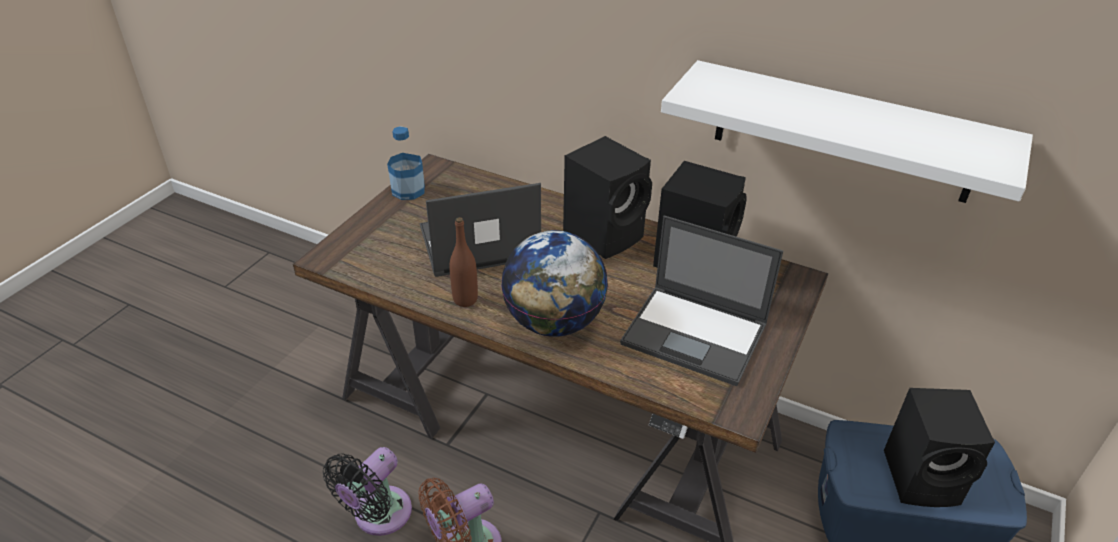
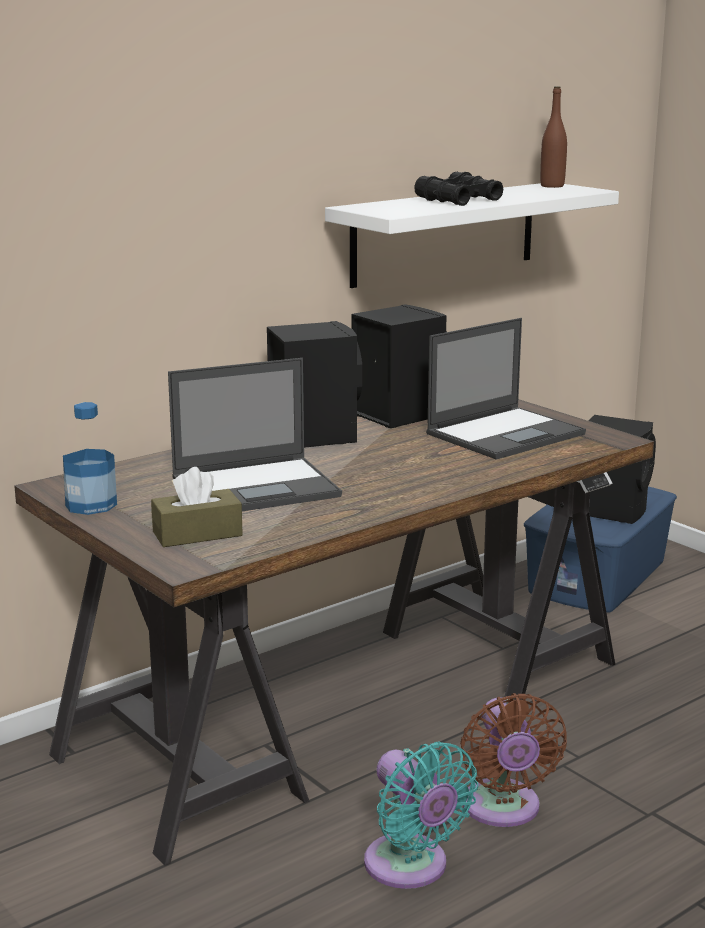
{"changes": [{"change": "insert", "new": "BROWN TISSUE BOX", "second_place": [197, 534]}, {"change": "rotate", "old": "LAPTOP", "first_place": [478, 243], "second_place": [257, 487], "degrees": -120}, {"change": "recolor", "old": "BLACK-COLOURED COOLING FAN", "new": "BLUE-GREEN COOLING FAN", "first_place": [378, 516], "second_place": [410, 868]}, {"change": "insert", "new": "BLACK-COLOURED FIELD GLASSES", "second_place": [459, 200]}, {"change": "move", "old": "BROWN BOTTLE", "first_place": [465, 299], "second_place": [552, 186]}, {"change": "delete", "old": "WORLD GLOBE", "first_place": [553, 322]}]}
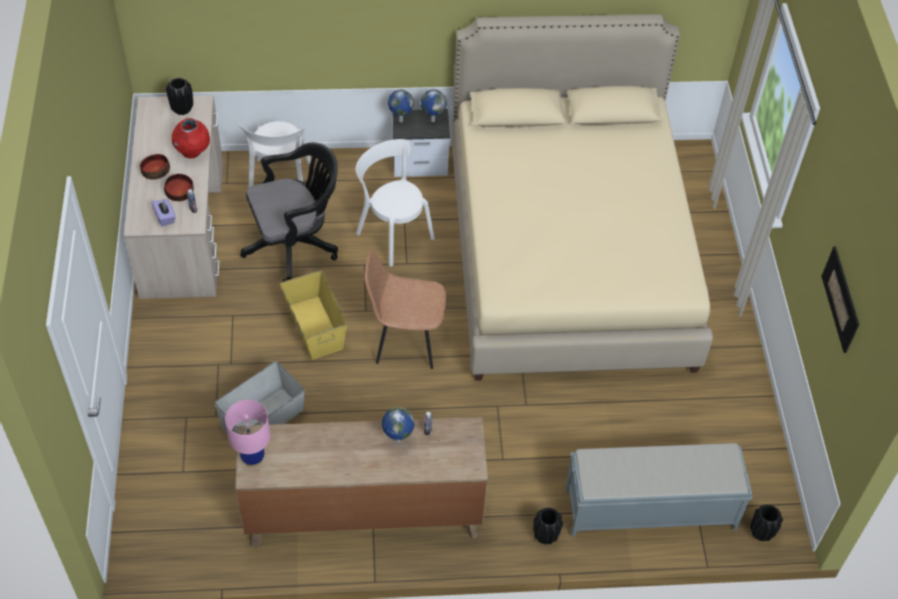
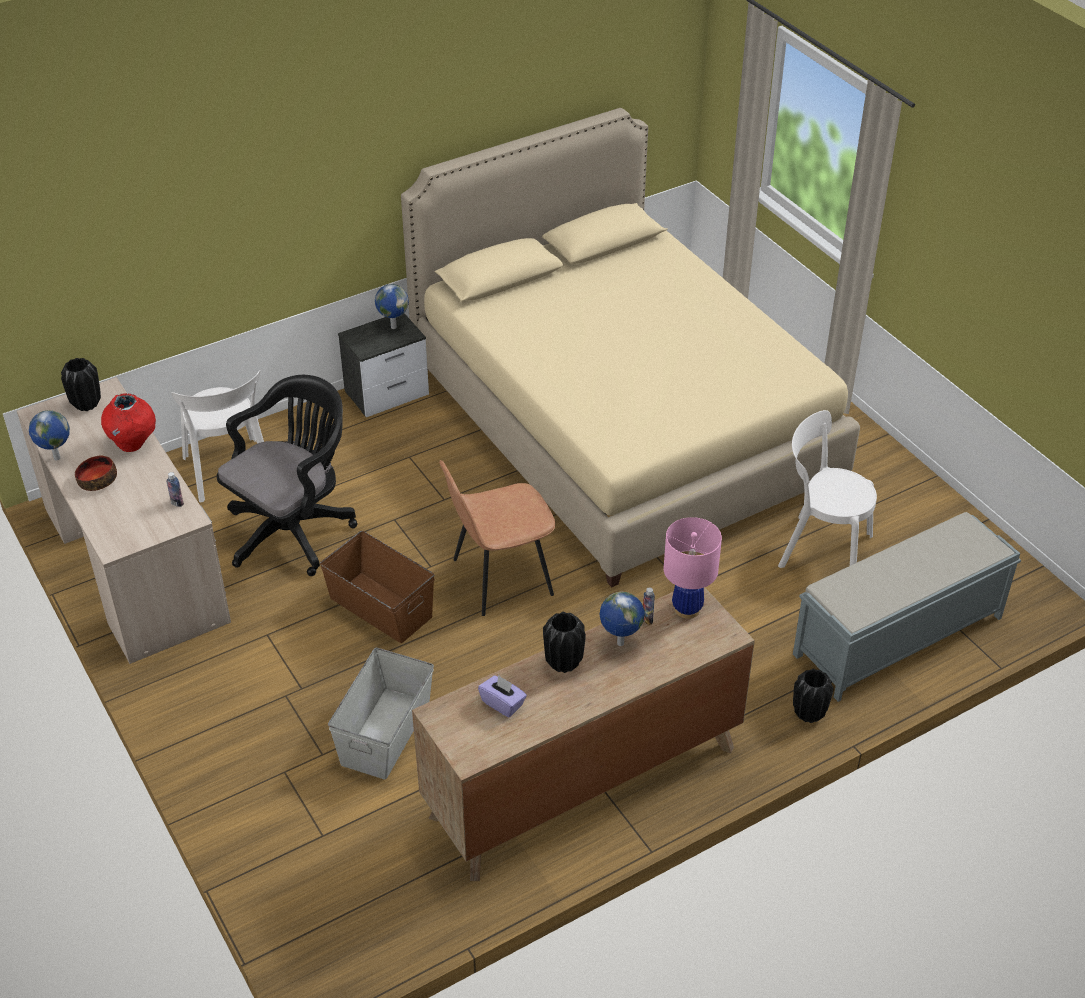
{"changes": [{"change": "move", "old": "WORLD GLOBE", "first_place": [400, 120], "second_place": [56, 458]}, {"change": "recolor", "old": "YELLOWISH STORAGE CONTAINER", "new": "BROWN STORAGE CONTAINER", "first_place": [315, 326], "second_place": [380, 606]}, {"change": "move", "old": "PURPLE-COLOURED TISSUE BOX", "first_place": [165, 217], "second_place": [502, 703]}, {"change": "move", "old": "BLACK-COLOURED DECORATIVE VASE", "first_place": [760, 532], "second_place": [563, 663]}, {"change": "move", "old": "PINK LAMP FOR A TABLE", "first_place": [253, 458], "second_place": [687, 609]}, {"change": "move", "old": "WHITISH PLAIN CHAIR", "first_place": [393, 233], "second_place": [820, 549]}, {"change": "delete", "old": "DEEP DISH", "first_place": [179, 192]}, {"change": "delete", "old": "PICTURE", "first_place": [840, 299]}]}
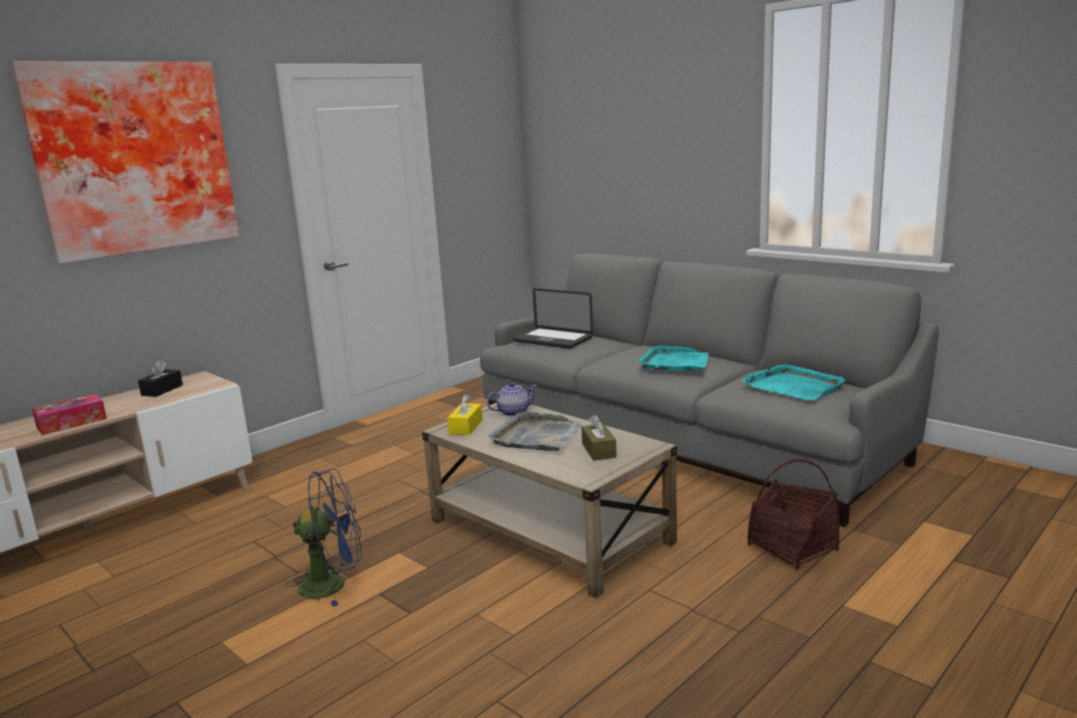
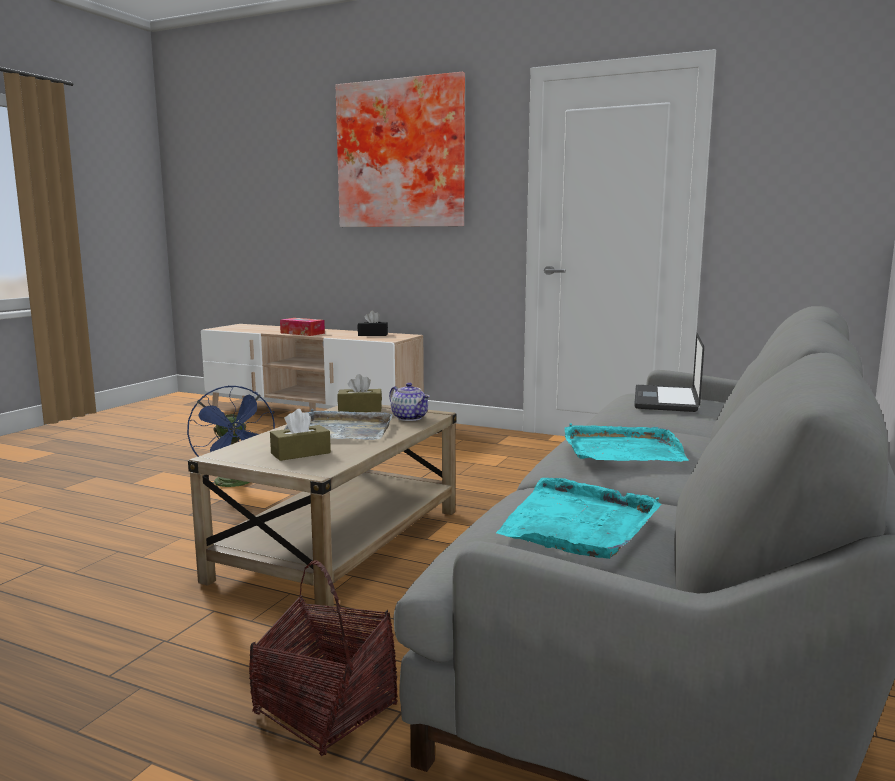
{"changes": [{"change": "recolor", "old": "YELLOWISH TISSUE BOX", "new": "BROWN TISSUE BOX", "first_place": [466, 427], "second_place": [360, 409]}]}
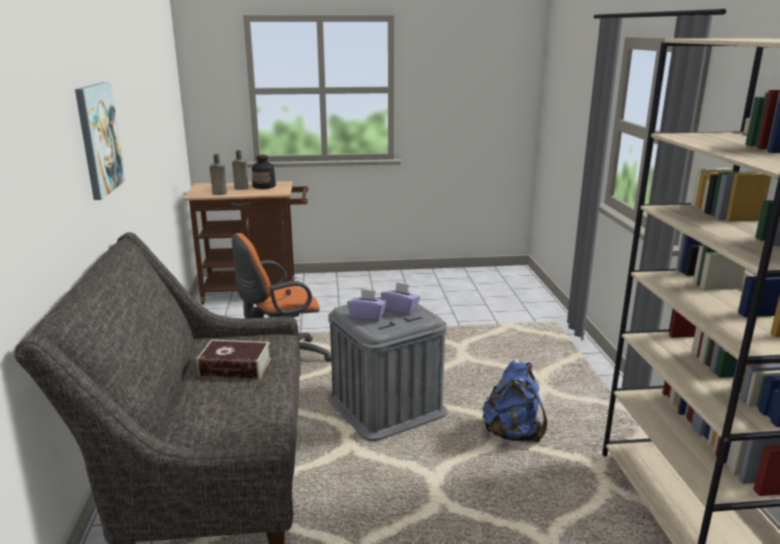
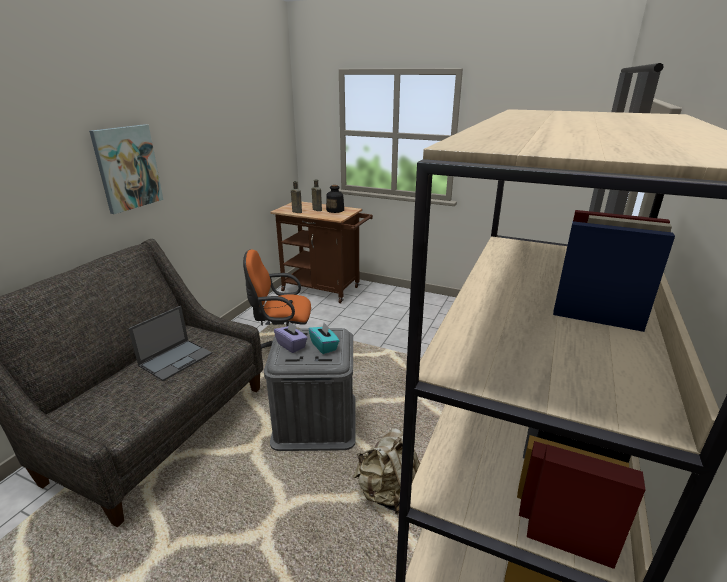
{"changes": [{"change": "replace", "old": "BOOK", "new": "LAPTOP", "first_place": [235, 367], "second_place": [176, 359]}, {"change": "recolor", "old": "PURPLE-COLOURED TISSUE BOX", "new": "BLUE-GREEN TISSUE BOX", "first_place": [400, 309], "second_place": [324, 346]}, {"change": "recolor", "old": "BLUISH KNAPSACK", "new": "BEIGE-COLOURED KNAPSACK", "first_place": [512, 433], "second_place": [388, 492]}]}
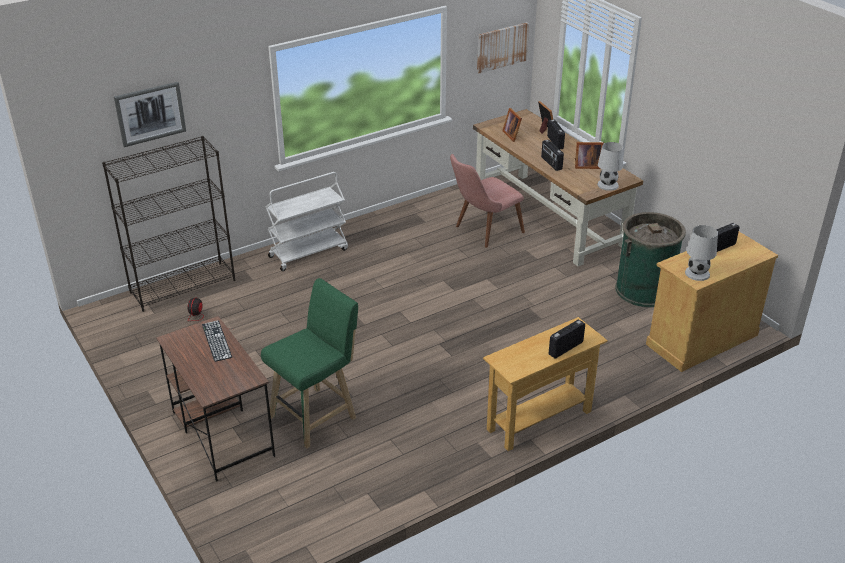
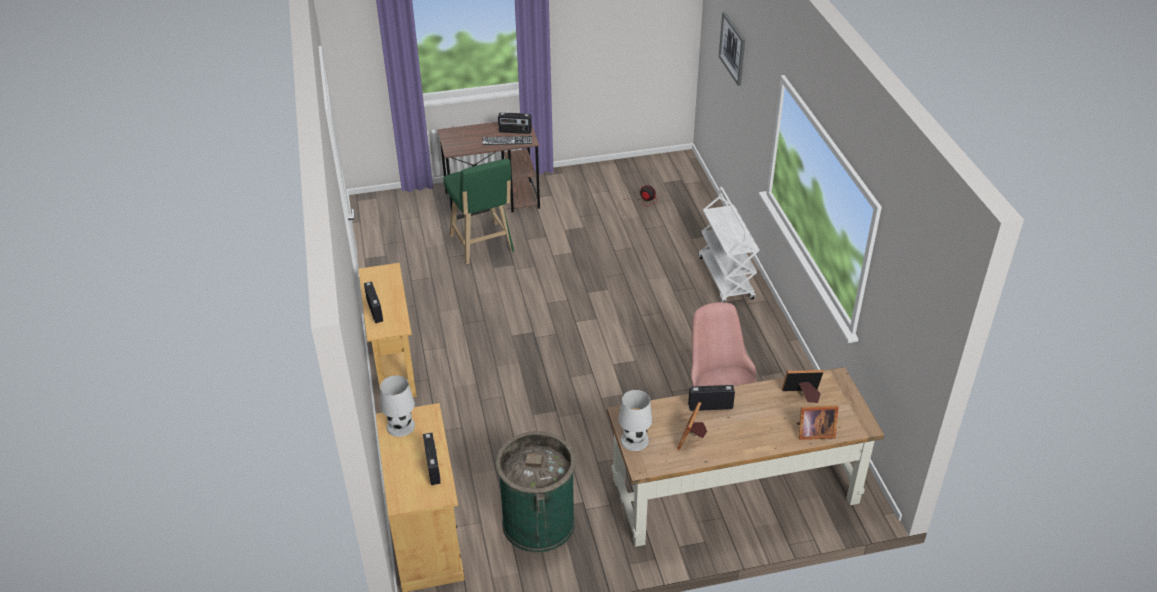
{"changes": [{"change": "move", "old": "RADIO RECEIVER", "first_place": [555, 142], "second_place": [515, 131]}, {"change": "delete", "old": "BLACK-COLOURED SHELVING UNIT", "first_place": [183, 286]}, {"change": "delete", "old": "PICTURE", "first_place": [502, 47]}]}
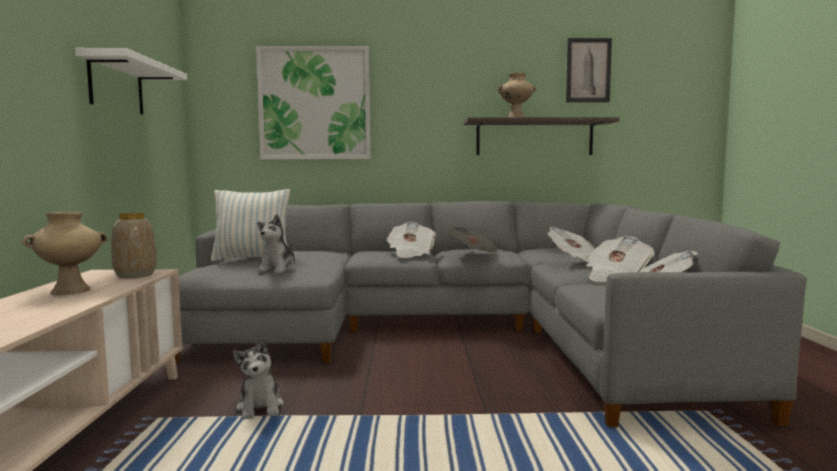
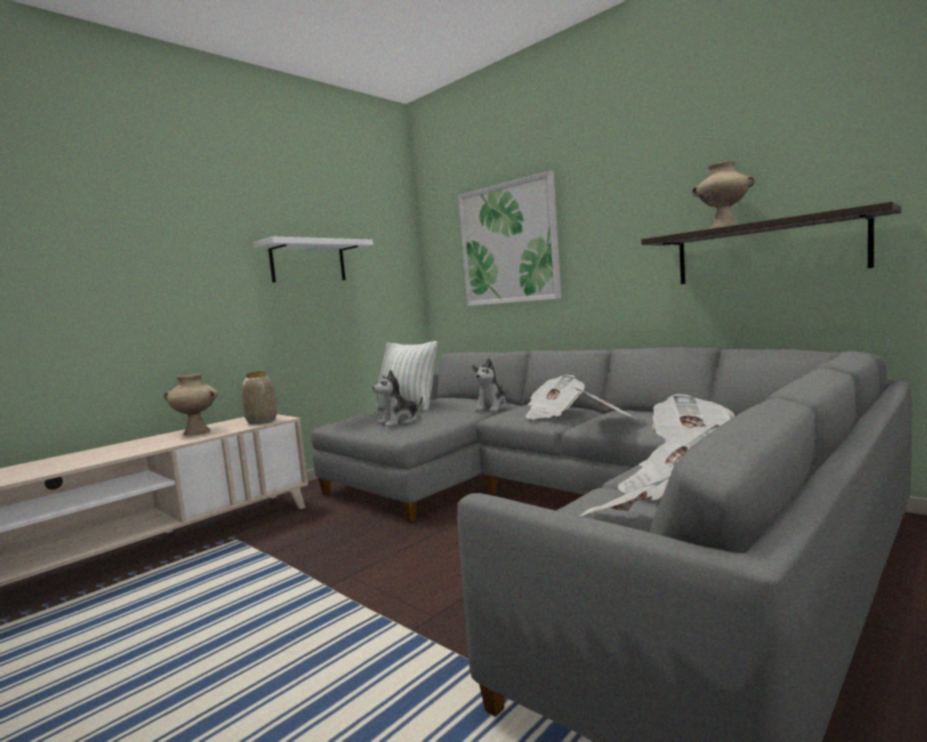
{"changes": [{"change": "move", "old": "CUDDLY TOY", "first_place": [260, 407], "second_place": [492, 408]}, {"change": "delete", "old": "PICTURE", "first_place": [588, 70]}]}
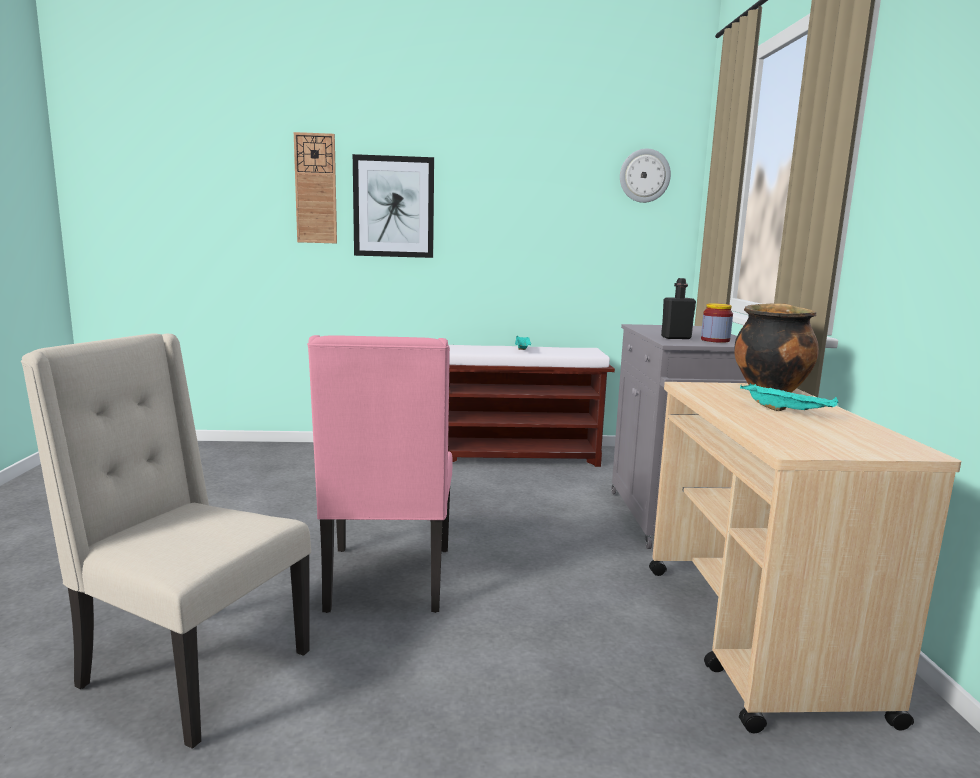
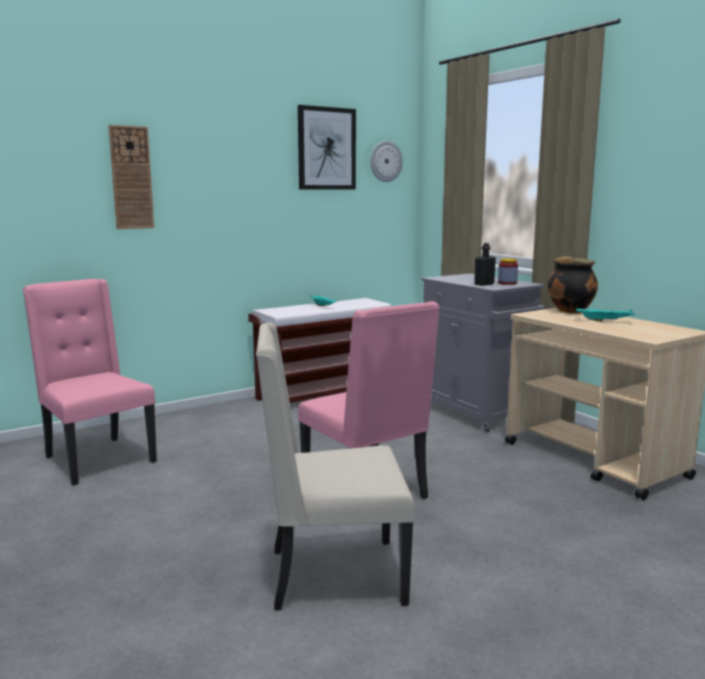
{"changes": [{"change": "insert", "new": "PINK PLAIN CHAIR", "second_place": [97, 459]}, {"change": "move", "old": "PICTURE", "first_place": [394, 207], "second_place": [326, 149]}]}
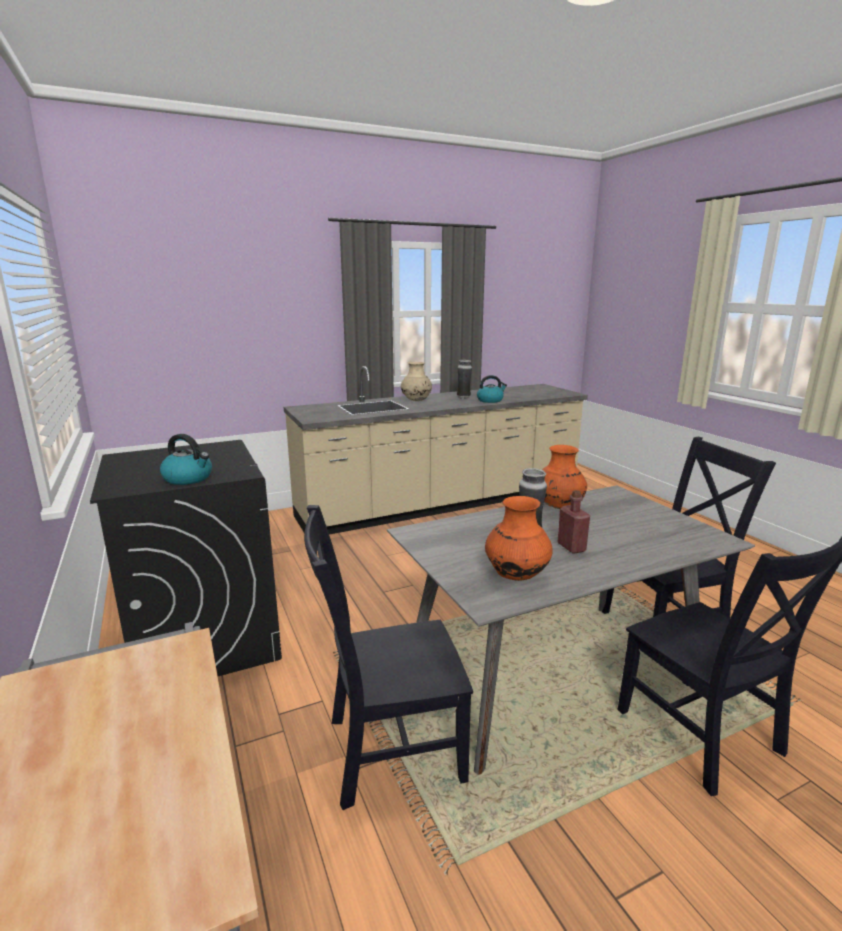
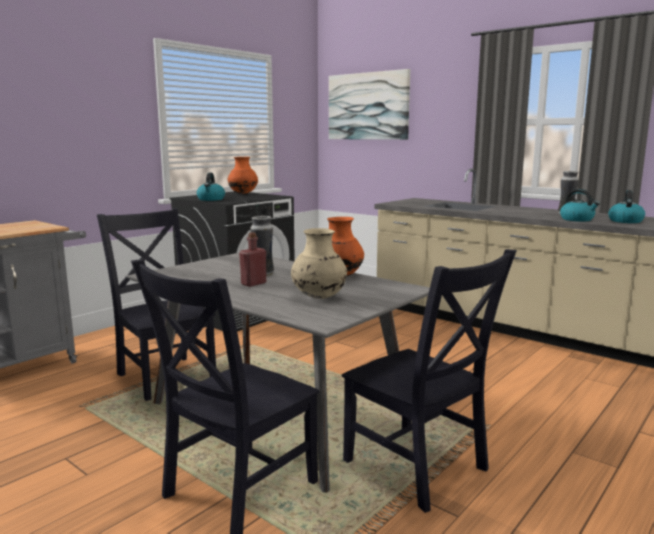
{"changes": [{"change": "move", "old": "ORANGE DECORATIVE VASE", "first_place": [516, 575], "second_place": [243, 193]}, {"change": "move", "old": "BEIGE-COLOURED DECORATIVE VASE", "first_place": [416, 400], "second_place": [319, 297]}, {"change": "insert", "new": "PICTURE", "second_place": [368, 106]}, {"change": "insert", "new": "TEA KETTLE", "second_place": [625, 221]}]}
